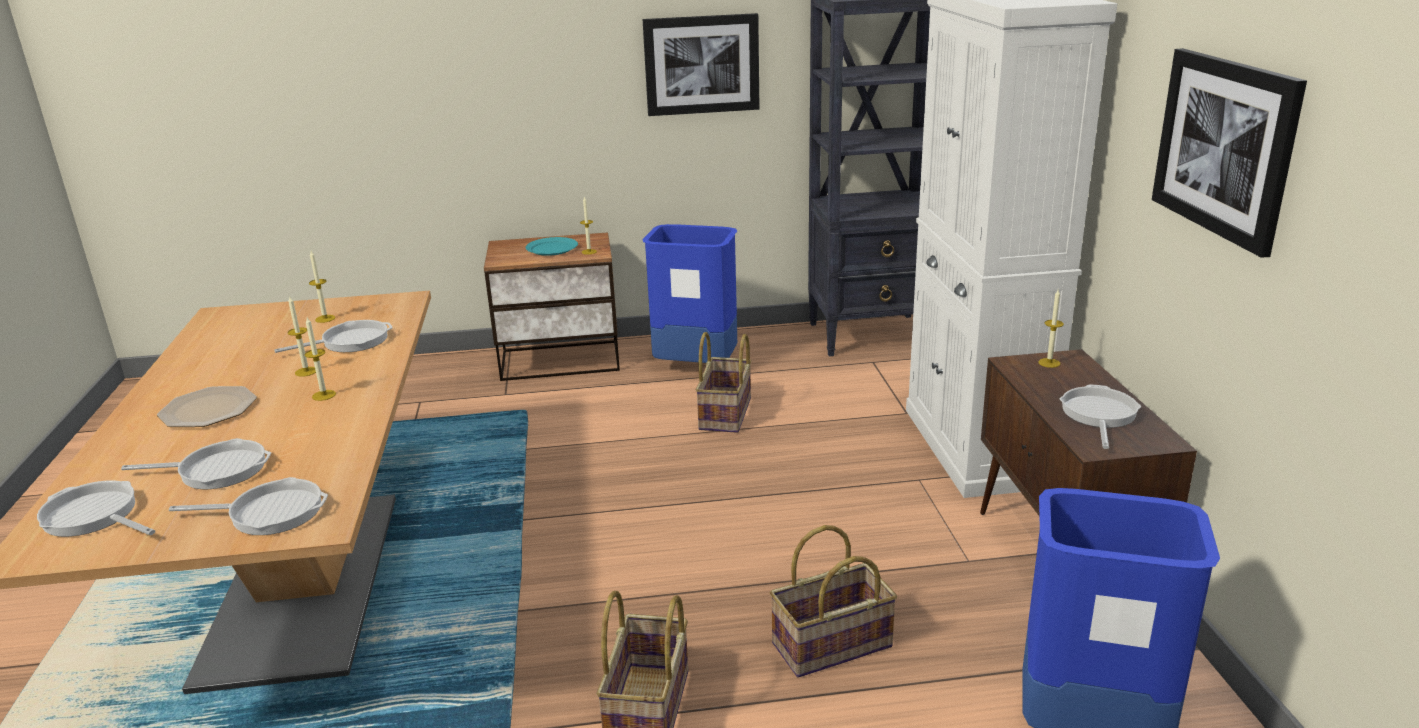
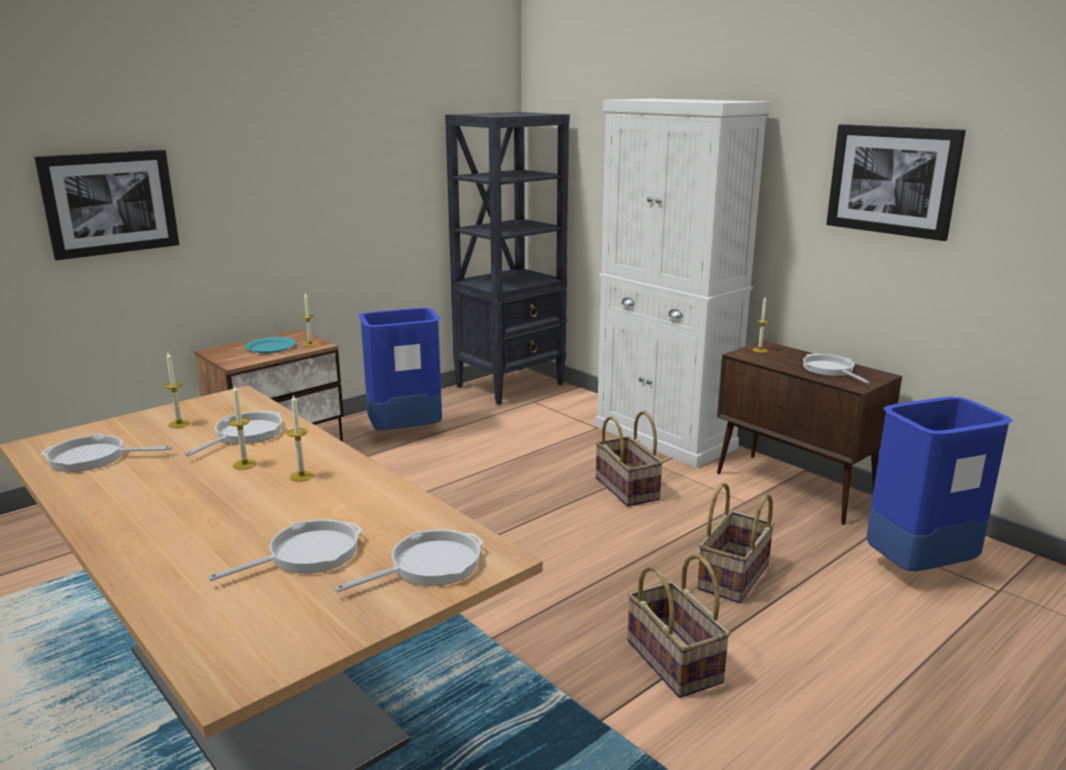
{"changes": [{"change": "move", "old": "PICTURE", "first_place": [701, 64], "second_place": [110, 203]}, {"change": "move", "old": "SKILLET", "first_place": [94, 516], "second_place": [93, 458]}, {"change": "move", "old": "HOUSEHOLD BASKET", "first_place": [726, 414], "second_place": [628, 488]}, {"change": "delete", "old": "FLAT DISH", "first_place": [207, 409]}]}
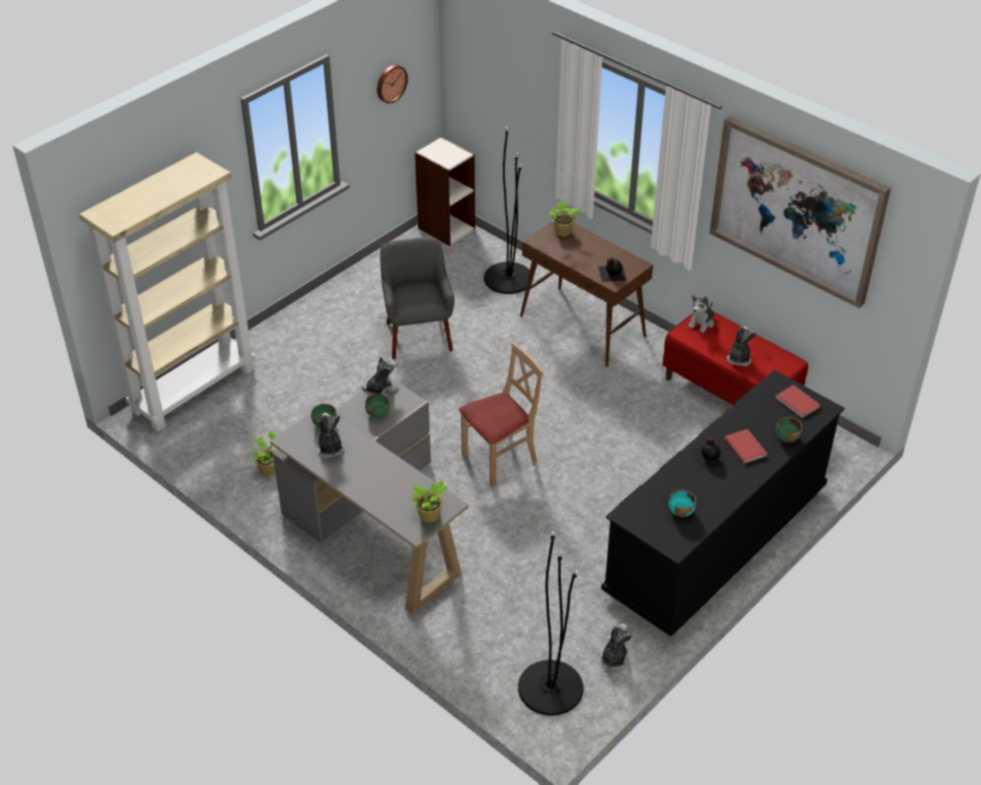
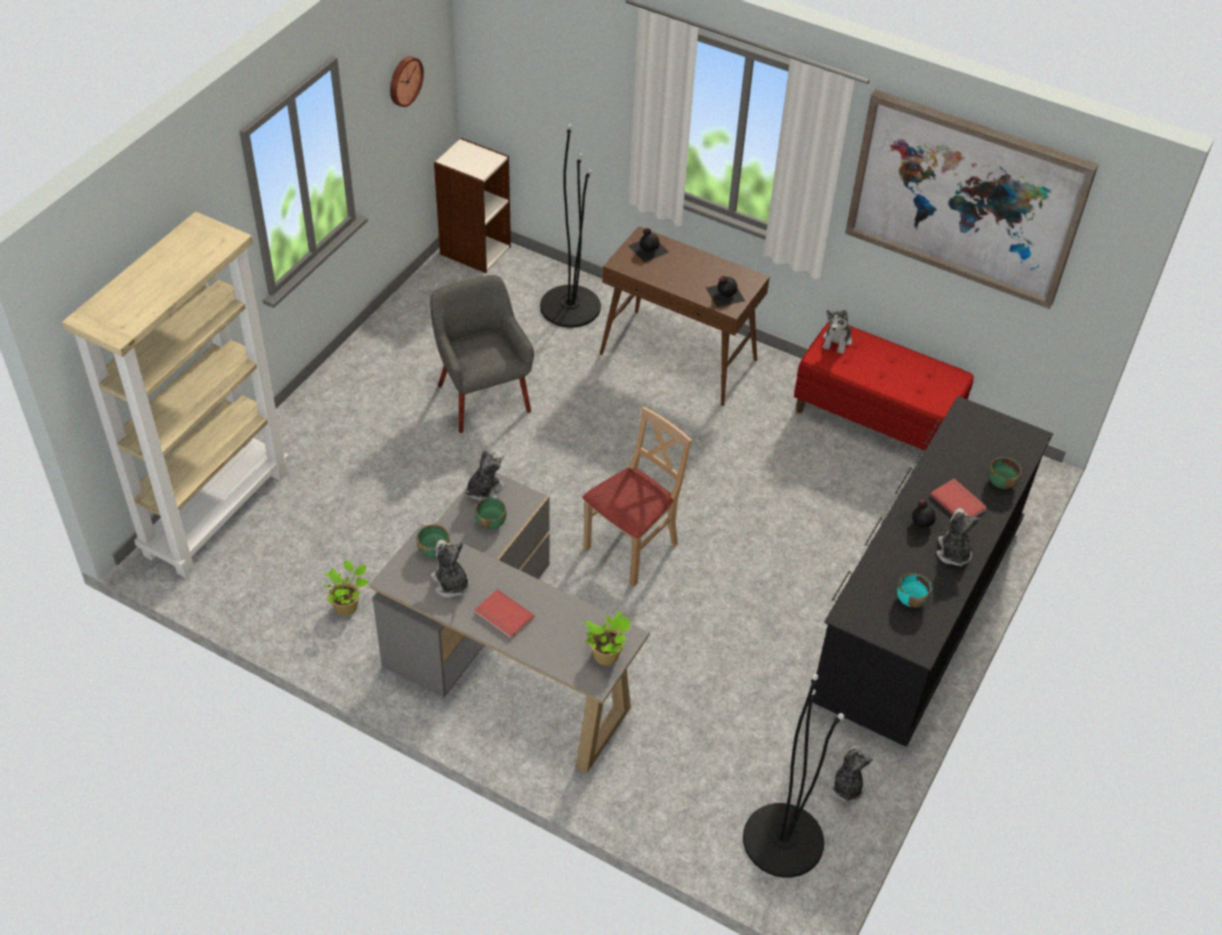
{"changes": [{"change": "move", "old": "RED-COLOURED BOOK", "first_place": [796, 403], "second_place": [503, 616]}, {"change": "replace", "old": "HOUSEPLANT", "new": "BLACK-COLOURED BOTTLE", "first_place": [562, 233], "second_place": [648, 248]}, {"change": "move", "old": "CUDDLY TOY", "first_place": [738, 359], "second_place": [953, 553]}]}
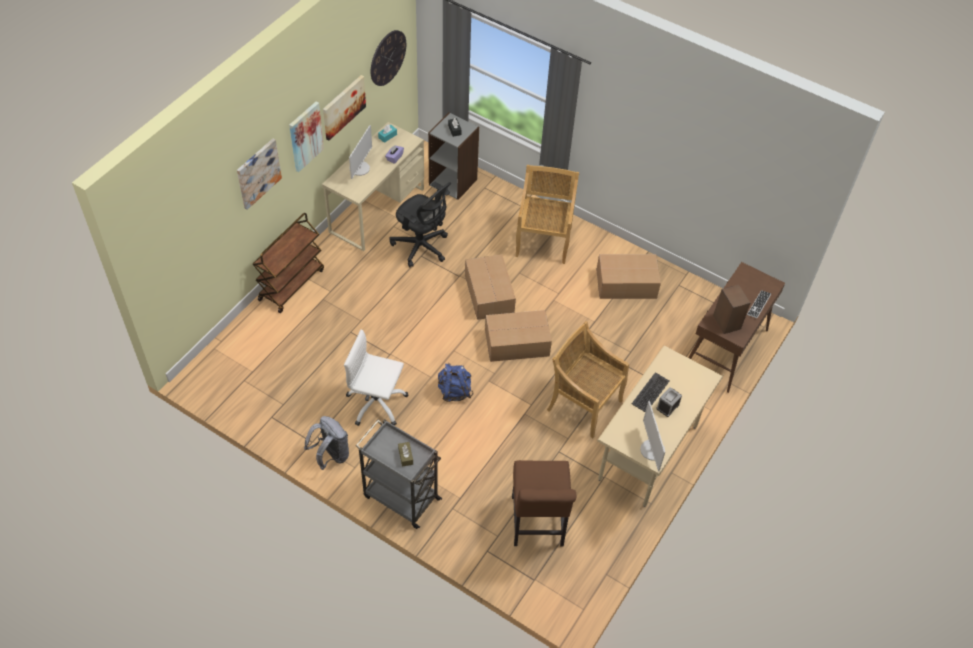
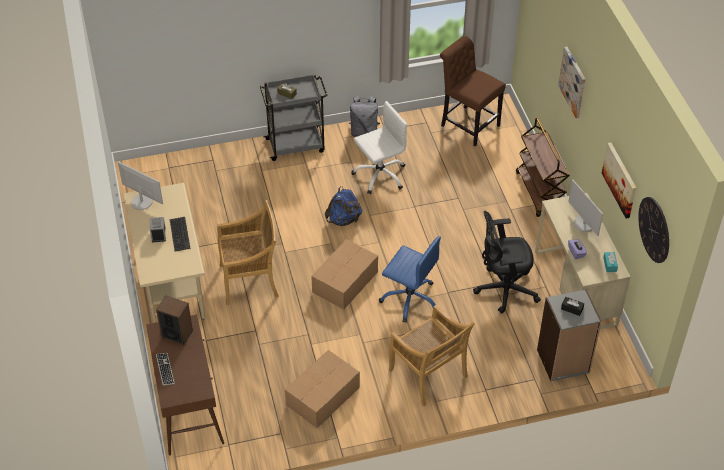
{"changes": [{"change": "replace", "old": "CARTON", "new": "BLUISH OFFICE CHAIR", "first_place": [489, 293], "second_place": [410, 299]}, {"change": "move", "old": "BROWN PLAIN CHAIR", "first_place": [537, 525], "second_place": [467, 124]}, {"change": "delete", "old": "PICTURE", "first_place": [305, 136]}]}
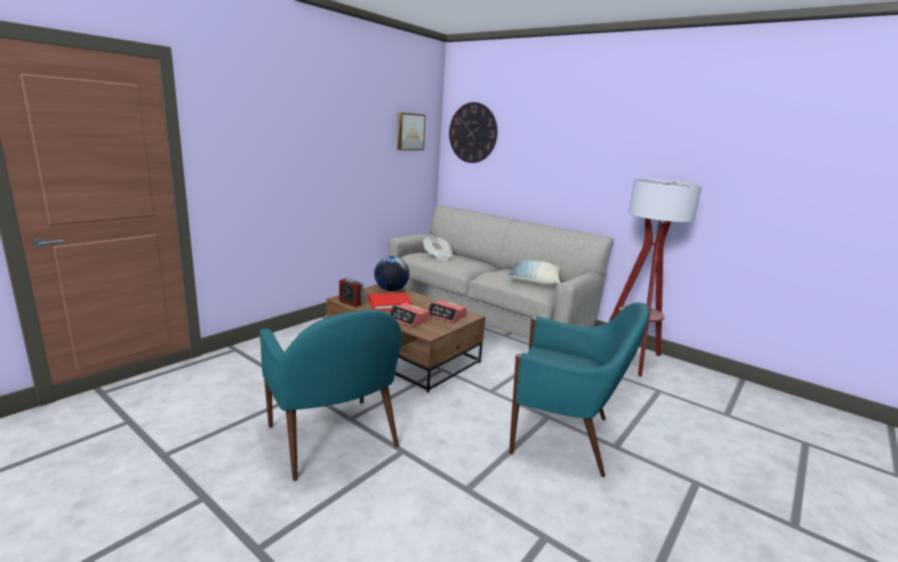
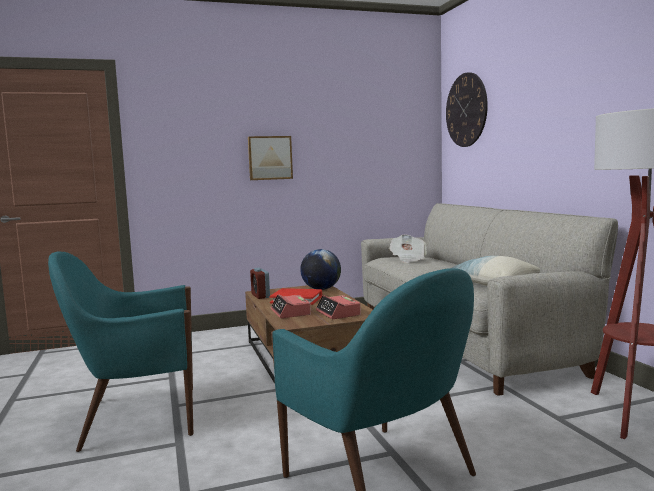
{"changes": [{"change": "rotate", "old": "BLUE-GREEN ARMCHAIR", "first_place": [333, 438], "second_place": [137, 417], "degrees": 75}, {"change": "move", "old": "PICTURE", "first_place": [410, 131], "second_place": [270, 158]}]}
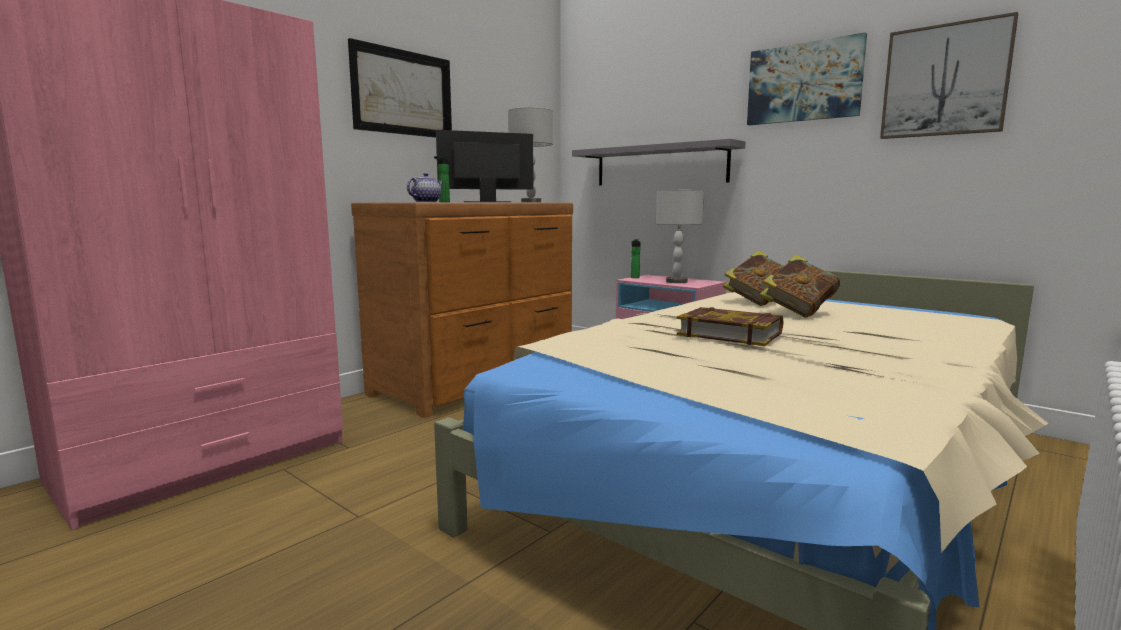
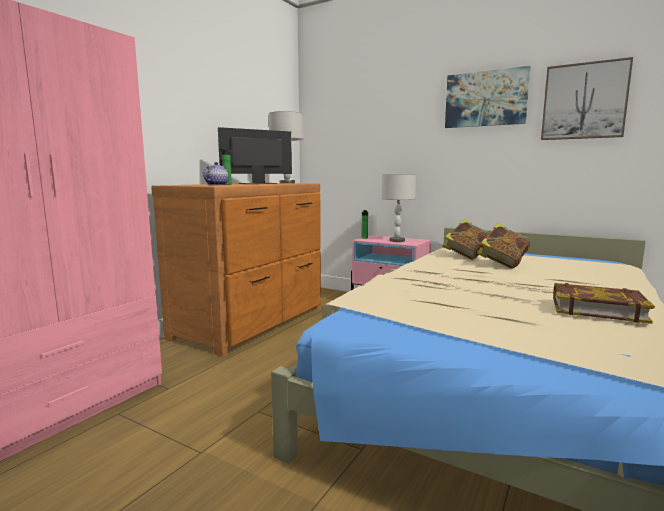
{"changes": [{"change": "move", "old": "BOOK", "first_place": [730, 334], "second_place": [597, 308]}, {"change": "delete", "old": "PICTURE", "first_place": [402, 93]}, {"change": "delete", "old": "GREYISH SHELF", "first_place": [659, 165]}]}
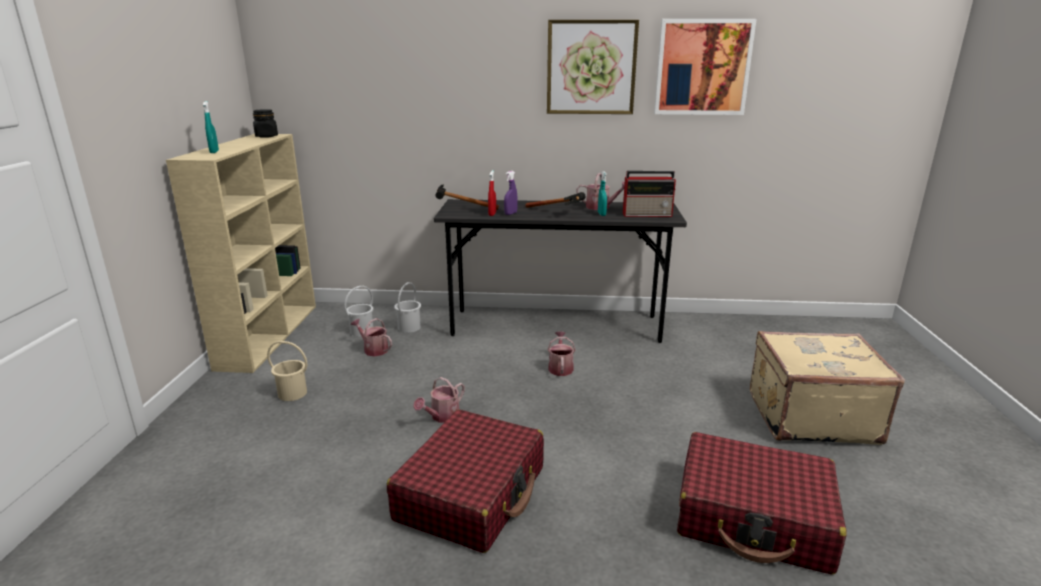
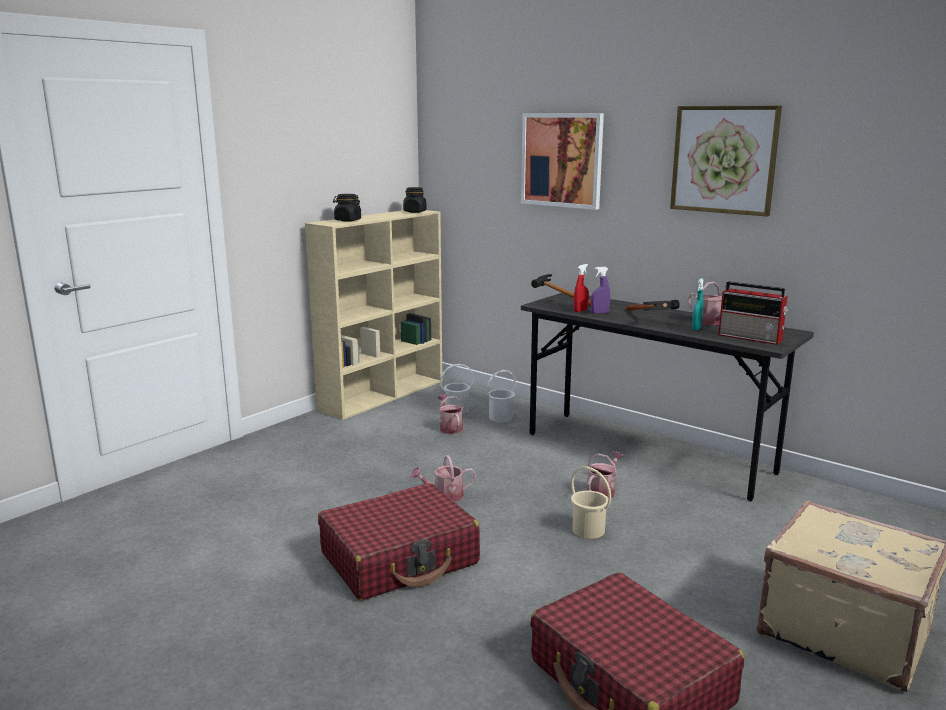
{"changes": [{"change": "replace", "old": "BLUE-GREEN SPRAY BOTTLE", "new": "BLACK-COLOURED PRESERVE JAR", "first_place": [214, 152], "second_place": [347, 220]}, {"change": "move", "old": "PICTURE", "first_place": [702, 67], "second_place": [562, 160]}, {"change": "move", "old": "BEIGE-COLOURED WATER BUCKET", "first_place": [292, 393], "second_place": [588, 530]}]}
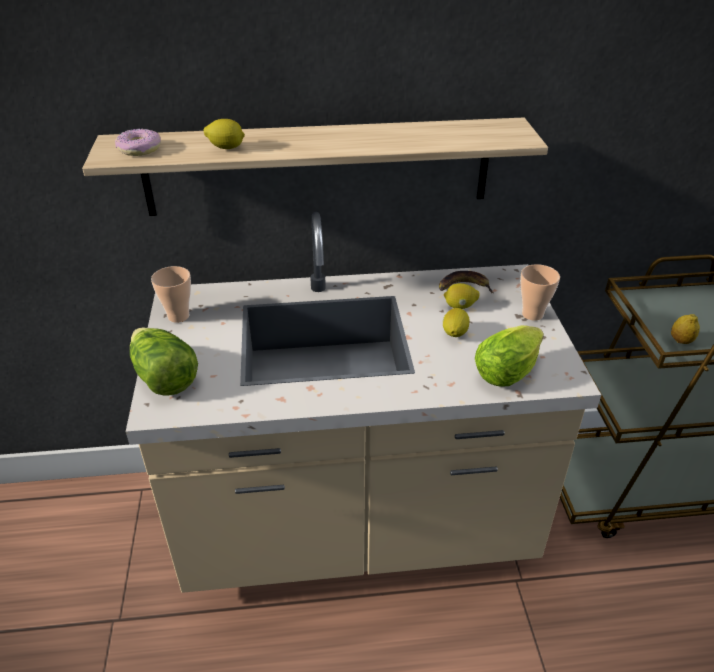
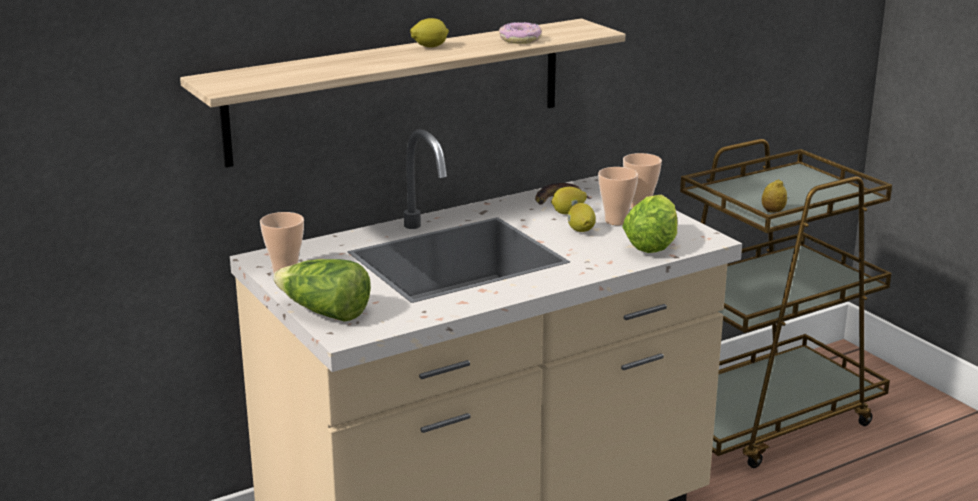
{"changes": [{"change": "move", "old": "WHOLE LEMON", "first_place": [226, 148], "second_place": [429, 47]}, {"change": "move", "old": "DOUGHNUT", "first_place": [139, 149], "second_place": [520, 40]}, {"change": "insert", "new": "SMALL CUP", "second_place": [616, 221]}]}
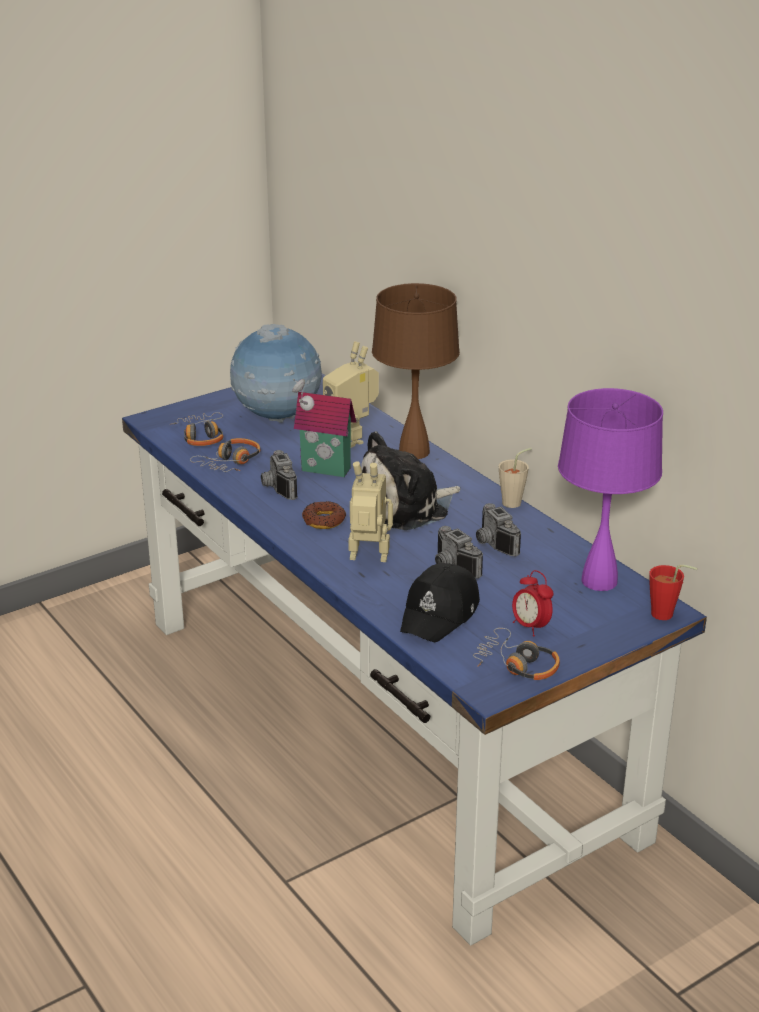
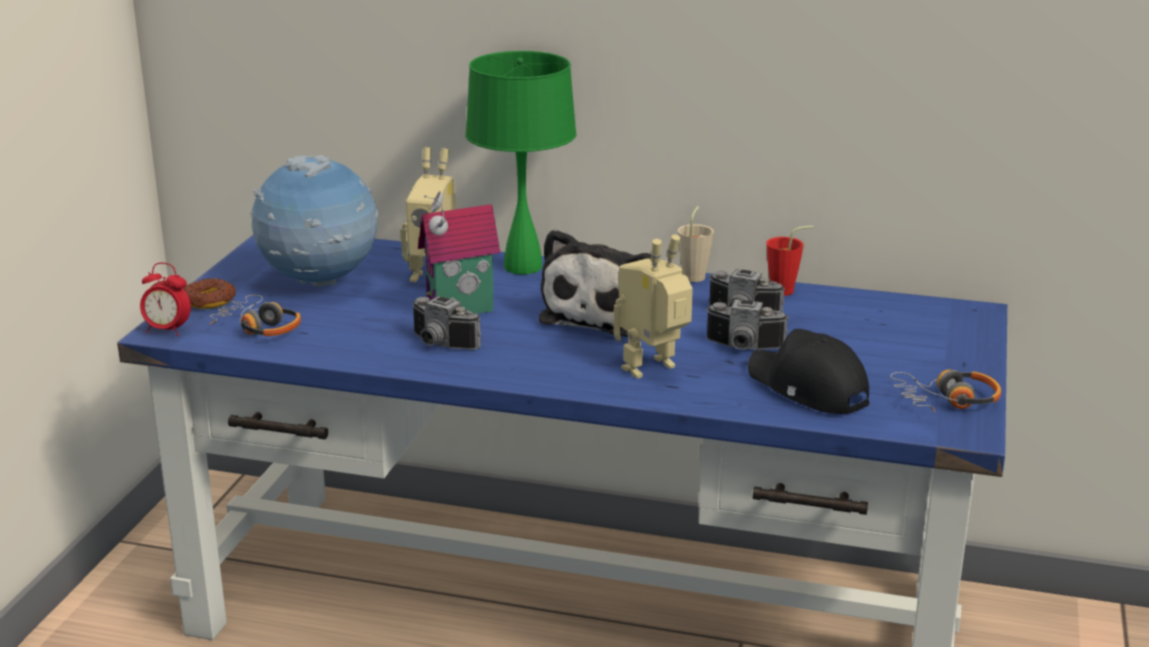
{"changes": [{"change": "move", "old": "TABLE CLOCK", "first_place": [530, 627], "second_place": [167, 330]}, {"change": "move", "old": "DOUGHNUT", "first_place": [324, 520], "second_place": [209, 300]}, {"change": "recolor", "old": "BROWN LAMP FOR A TABLE", "new": "GREEN LAMP FOR A TABLE", "first_place": [414, 452], "second_place": [523, 267]}, {"change": "rotate", "old": "BLACK-COLOURED PEAKED CAP", "first_place": [440, 614], "second_place": [807, 389], "degrees": 150}, {"change": "move", "old": "RED-COLOURED SMALL CUP", "first_place": [666, 615], "second_place": [787, 290]}, {"change": "delete", "old": "HEADSET", "first_place": [230, 463]}, {"change": "delete", "old": "PURPLE-COLOURED LAMP FOR A TABLE", "first_place": [598, 581]}]}
